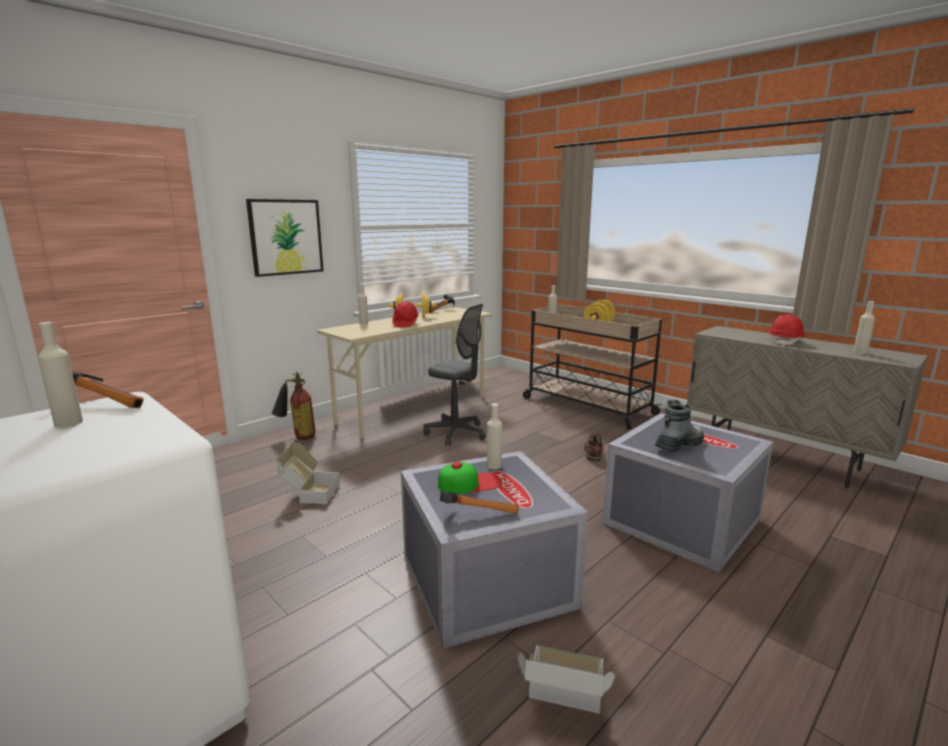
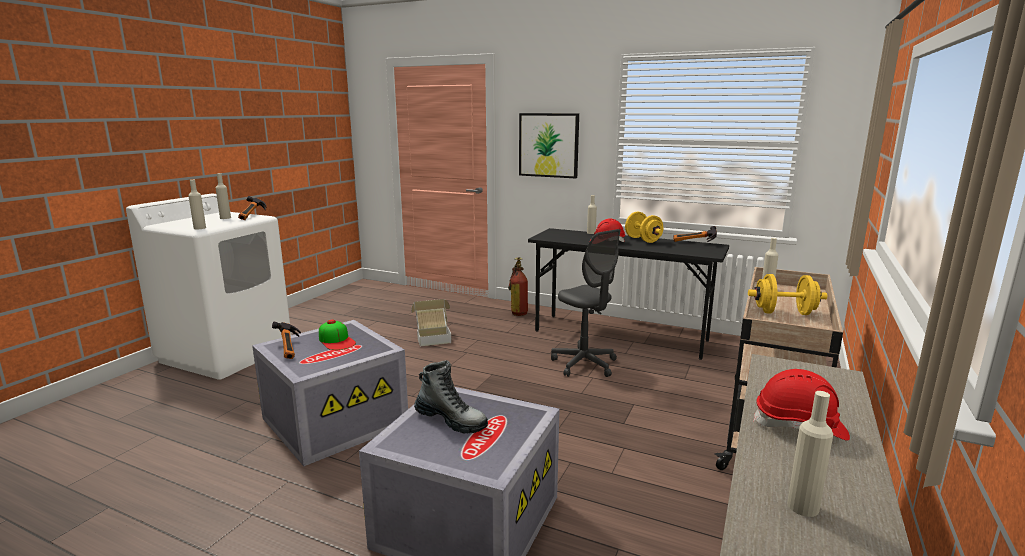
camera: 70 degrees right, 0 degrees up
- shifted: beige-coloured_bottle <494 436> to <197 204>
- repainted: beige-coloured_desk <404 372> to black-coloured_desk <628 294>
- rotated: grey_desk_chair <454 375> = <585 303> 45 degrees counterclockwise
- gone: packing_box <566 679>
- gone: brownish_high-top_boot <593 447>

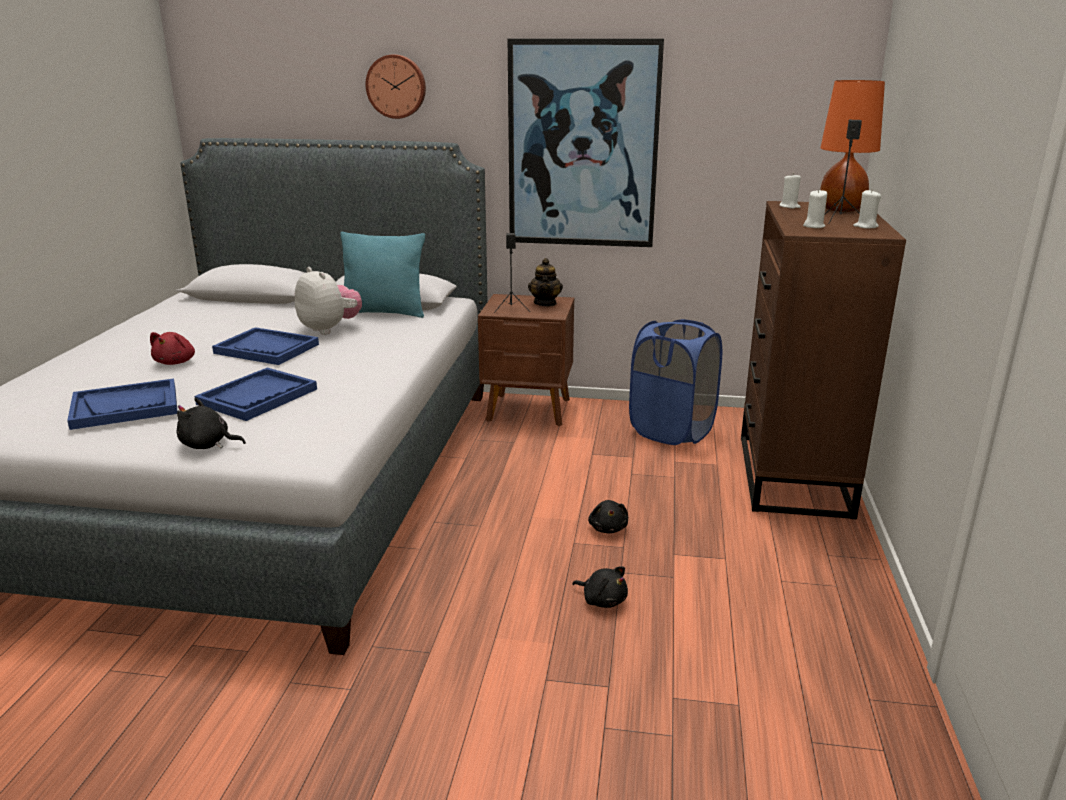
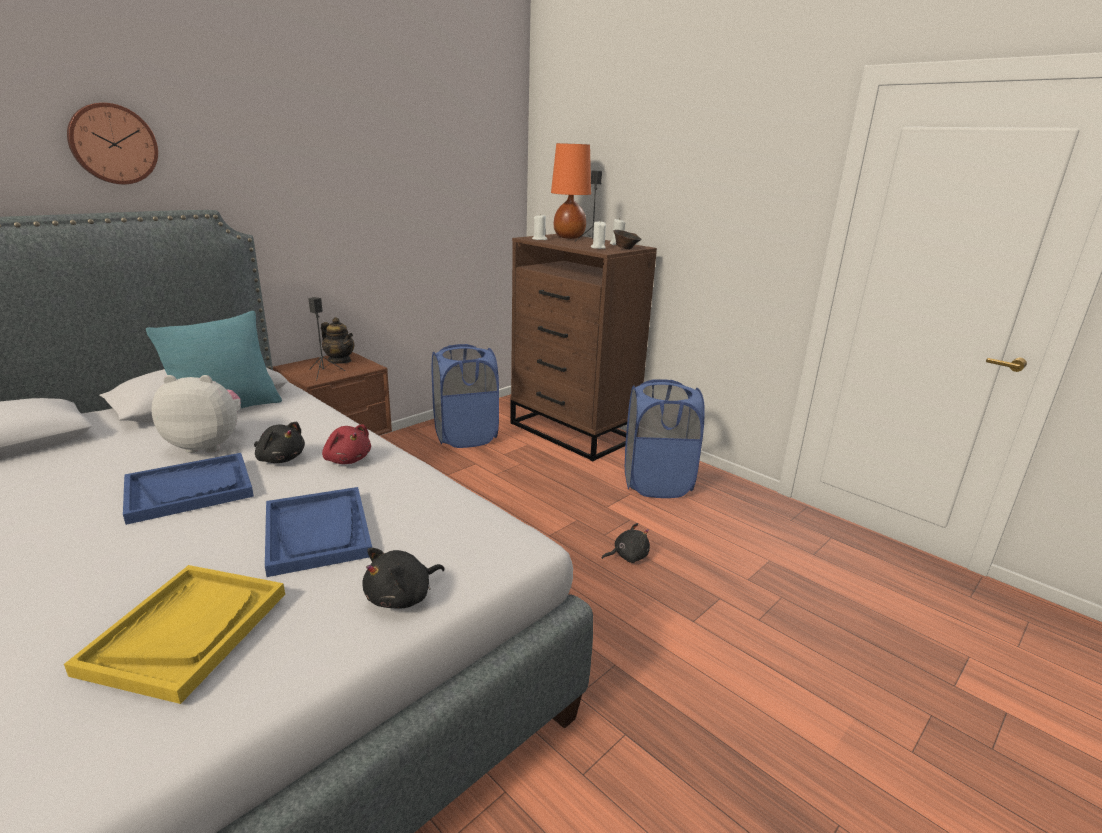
camera: 55 degrees left, 0 degrees up
- repainted: blue-coloured_tray <122 404> to yellow_tray <174 634>
- shifted: black-coloured_soft_toy <608 516> to <279 442>
- shifted: reddish_soft_toy <172 348> to <346 444>
- new: brownish_bowl <627 240>
- new: blue-coloured_laundry_basket <665 438>
- gone: wall_picture <586 142>

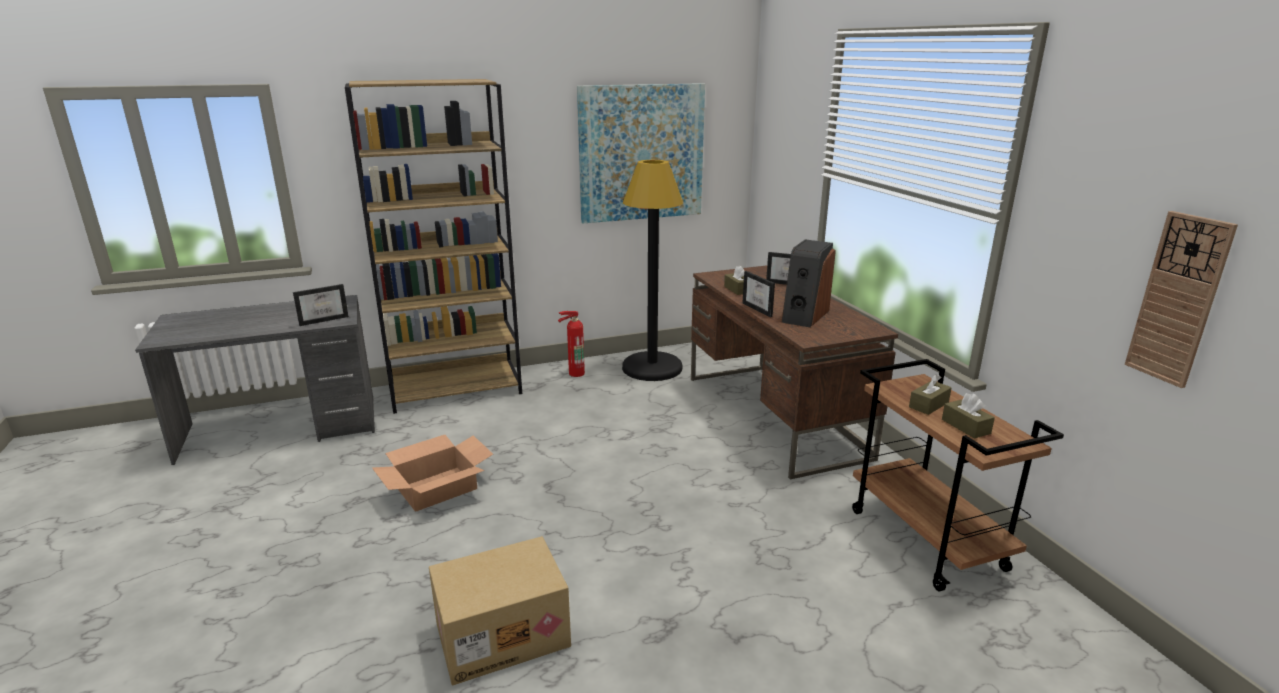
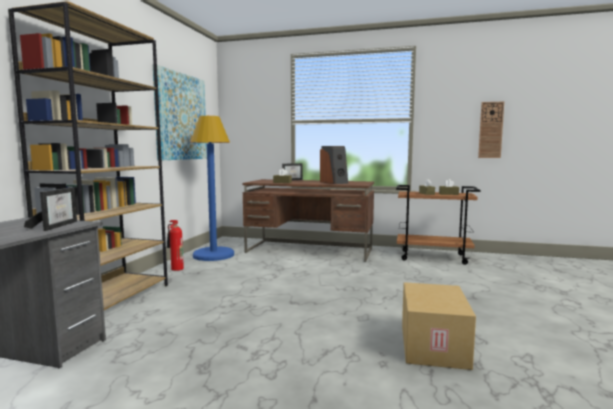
camera: 55 degrees left, 15 degrees down
- repainted: black-coloured_standard_lamp <652 270> to blue-coloured_standard_lamp <212 188>
- gone: packing_box <432 473>
- gone: standing_frame <759 294>

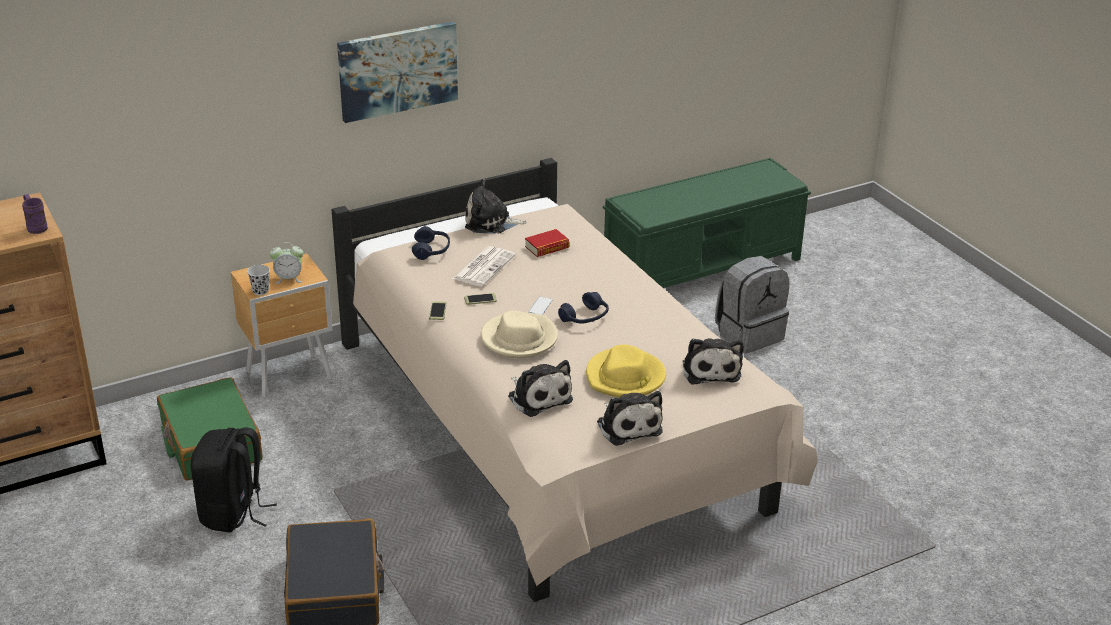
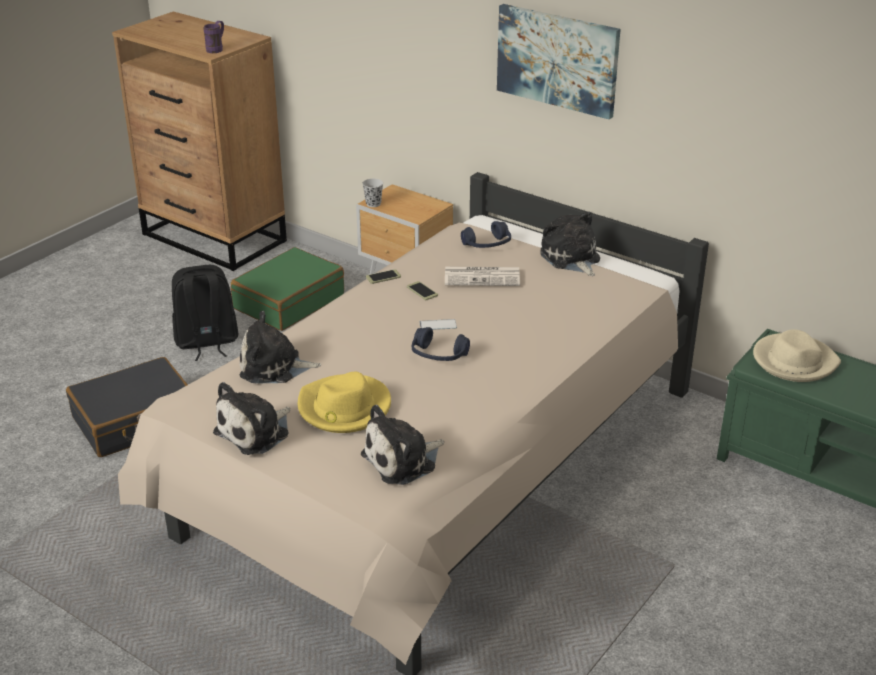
camera: 65 degrees right, 0 degrees up
- rotated: soft_toy <540 388> = <280 347> 60 degrees clockwise
- shifted: beige-coloured_clothing_hat <519 335> to <797 355>
- gone: alarm_clock <286 263>
- gone: bound_book <547 243>
- gone: grey_rucksack <752 304>

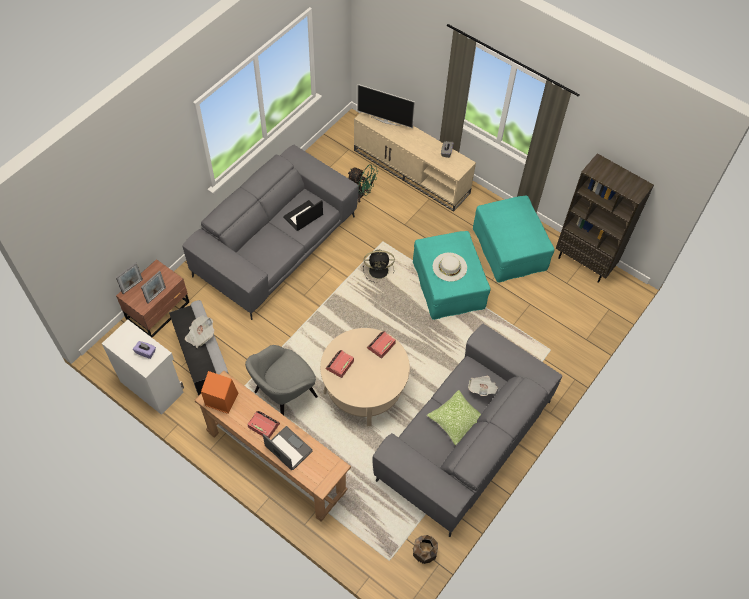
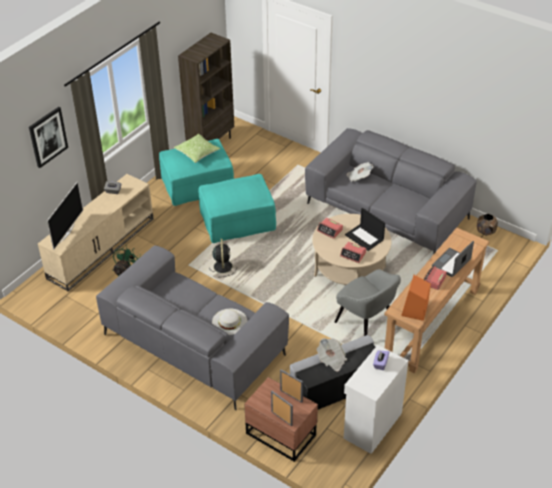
camera: 90 degrees left, 15 degrees down
- new: wall_picture <48 137>
- shifted: throw_pillow <454 417> to <197 148>
- shifted: white_clothing_hat <450 267> to <229 321>
- shifted: portable_computer <303 215> to <365 229>

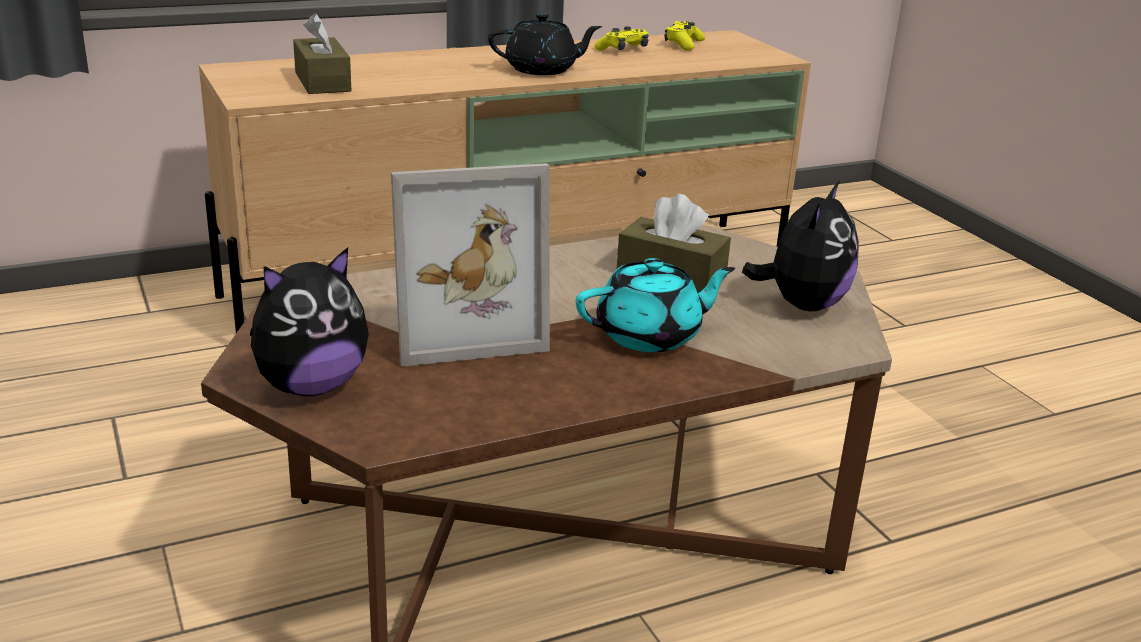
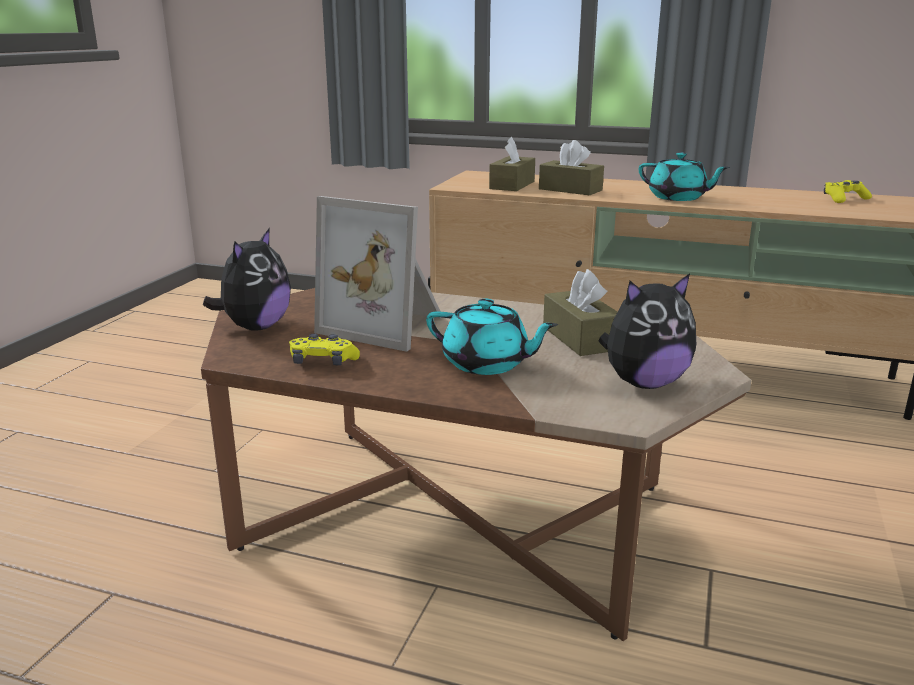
camera: 45 degrees right, 5 degrees down
- rotated: soft_toy <309 321> = <247 279> 75 degrees counterclockwise
- shifted: yellow_gamepad <622 38> to <324 349>
- new: brownish_tissue_box <571 168>
- repainted: black-coloured_pot_for_tea <545 44> to blue-green_pot_for_tea <684 177>

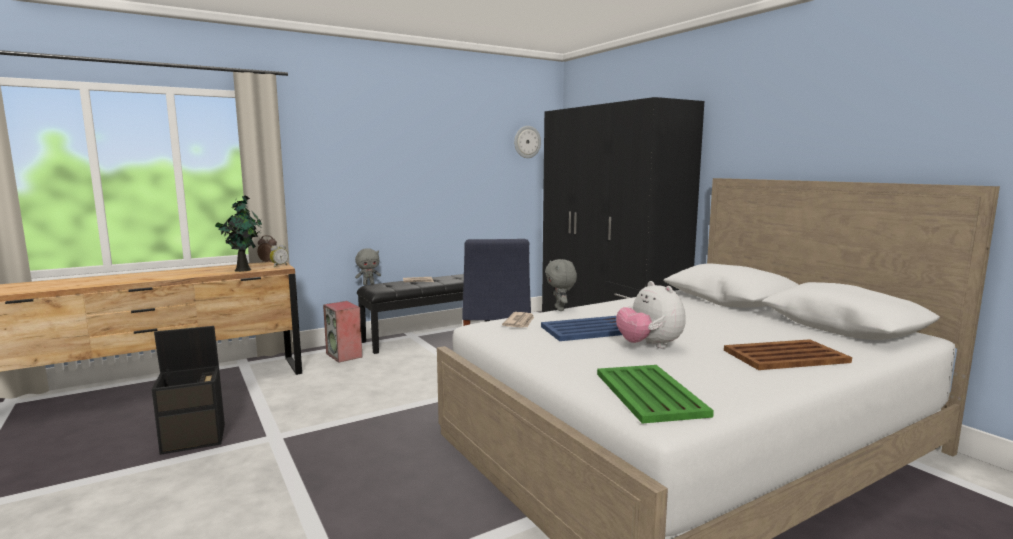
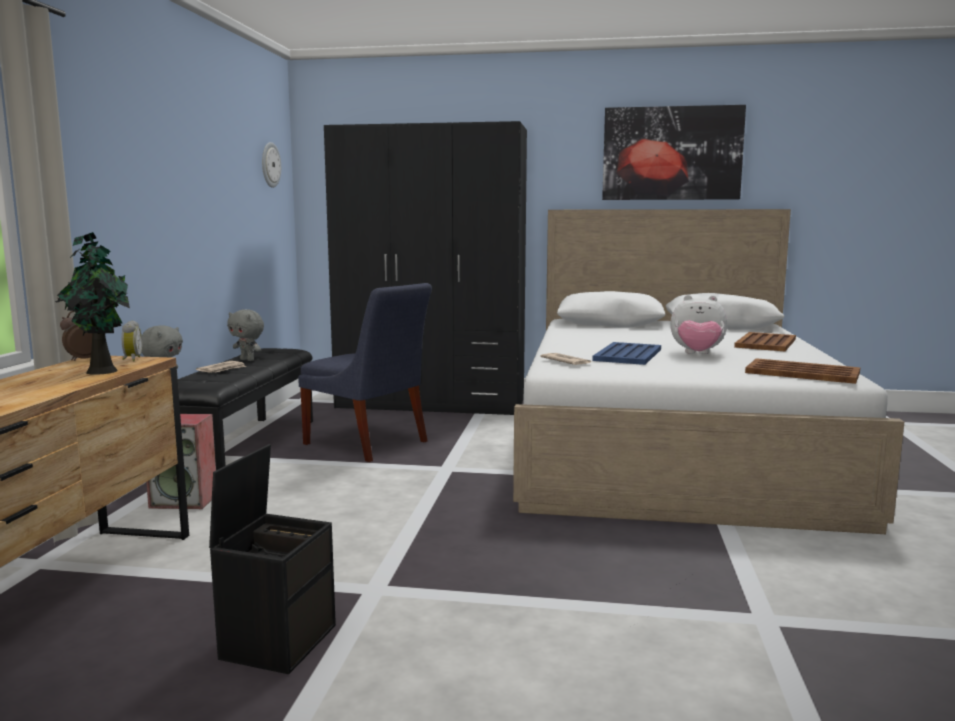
camera: 50 degrees left, 0 degrees up
- shifted: grey_soft_toy <561 285> to <245 335>
- new: wall_picture <674 152>
- repainted: greenish_tray <655 394> to brownish_tray <802 371>

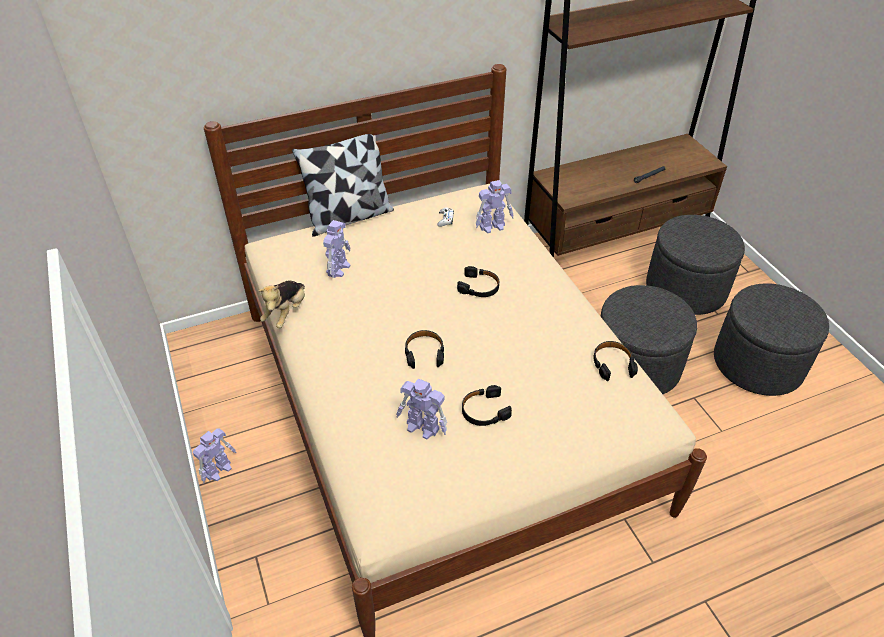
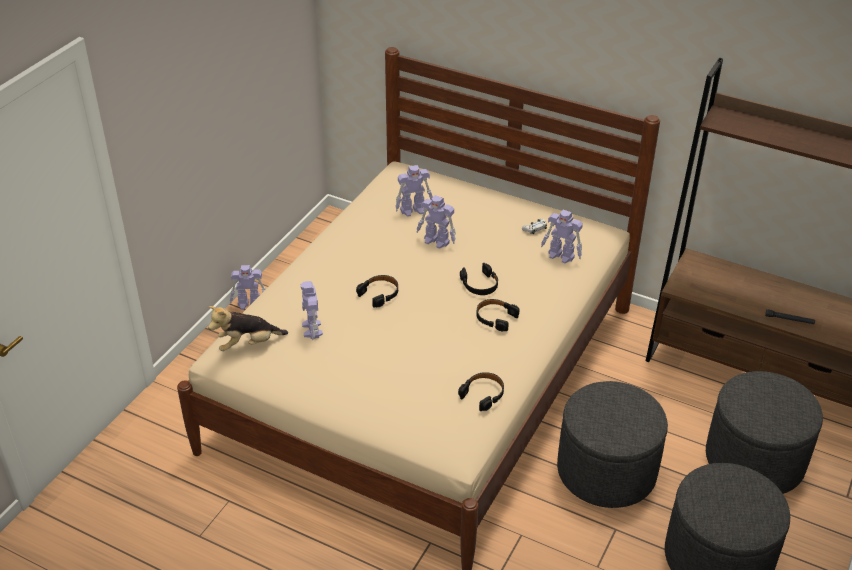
camera: 50 degrees right, 5 degrees down
- shifted: soft_toy <281 304> to <248 328>
- new: robot_figure <436 222>
- shifted: black-coloured_pair_of_headphones <487 405> to <497 315>
- gone: throw_pillow <343 185>

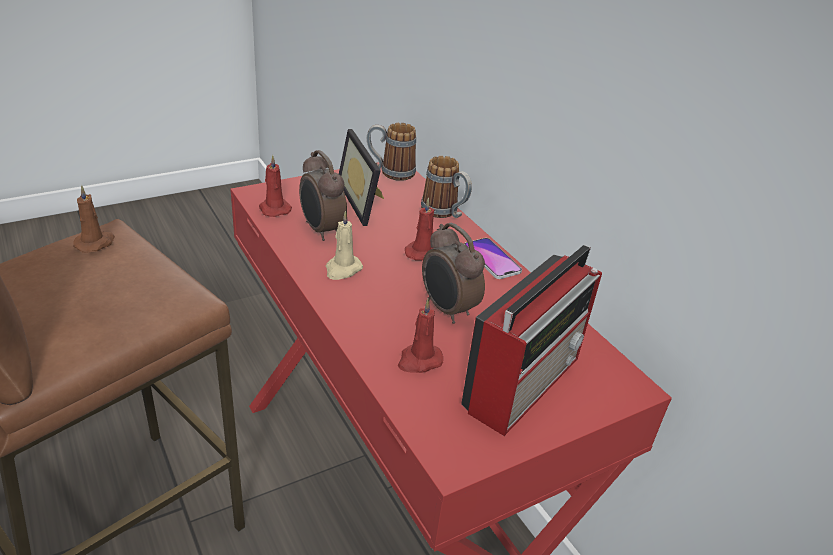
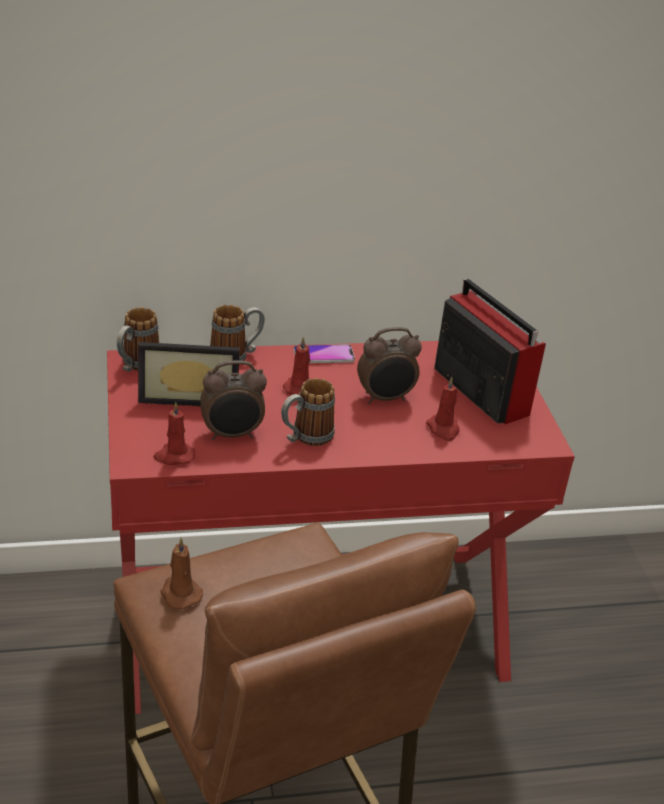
camera: 70 degrees left, 0 degrees up
- swapped: beige-coloured_wax_candle <344 245> to tea_mug <308 412>

